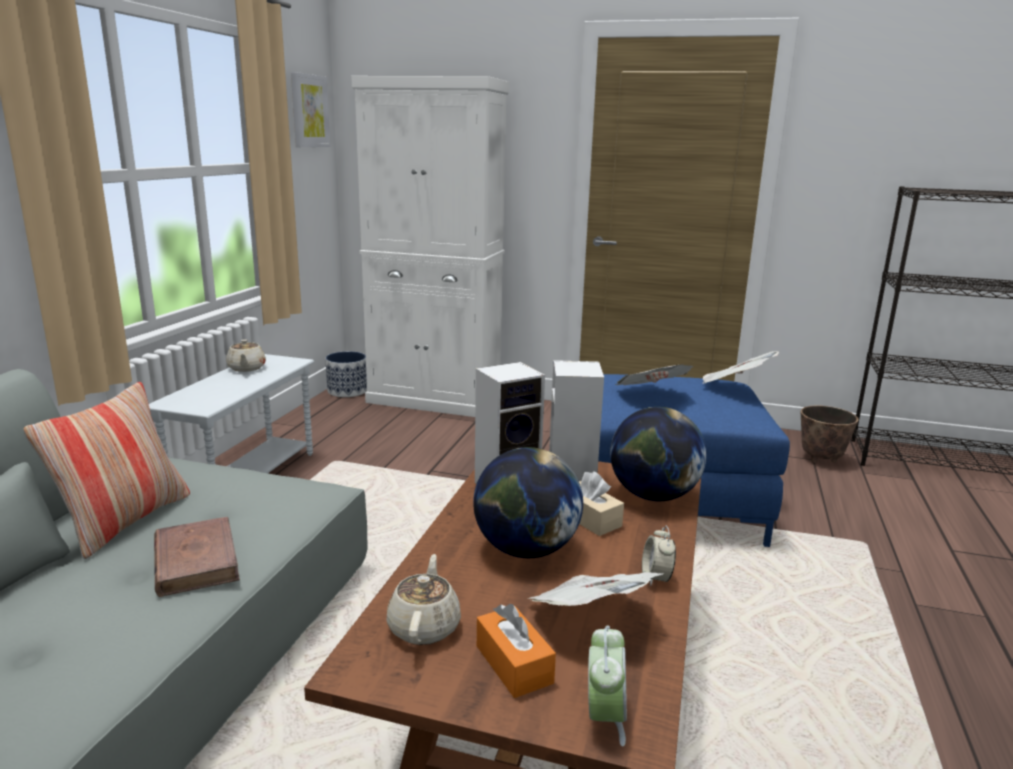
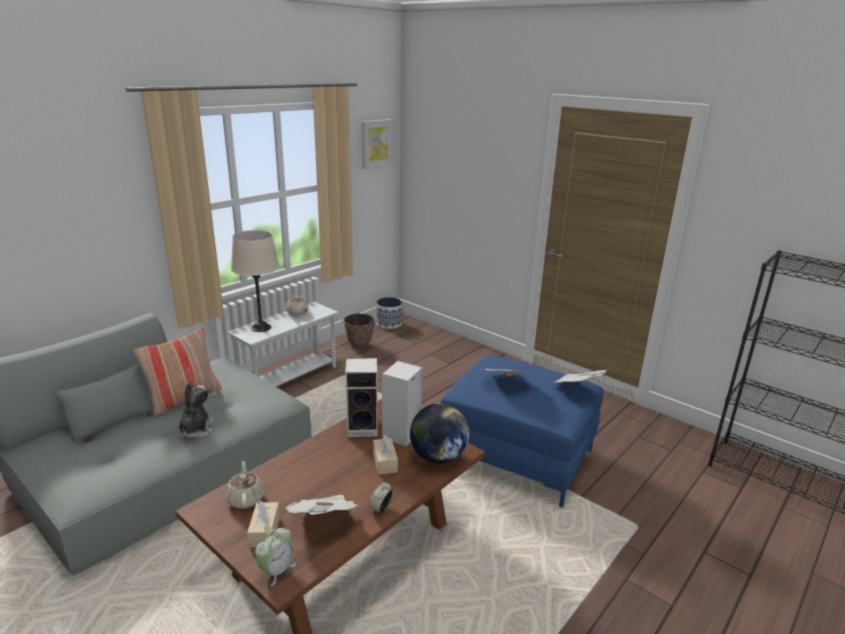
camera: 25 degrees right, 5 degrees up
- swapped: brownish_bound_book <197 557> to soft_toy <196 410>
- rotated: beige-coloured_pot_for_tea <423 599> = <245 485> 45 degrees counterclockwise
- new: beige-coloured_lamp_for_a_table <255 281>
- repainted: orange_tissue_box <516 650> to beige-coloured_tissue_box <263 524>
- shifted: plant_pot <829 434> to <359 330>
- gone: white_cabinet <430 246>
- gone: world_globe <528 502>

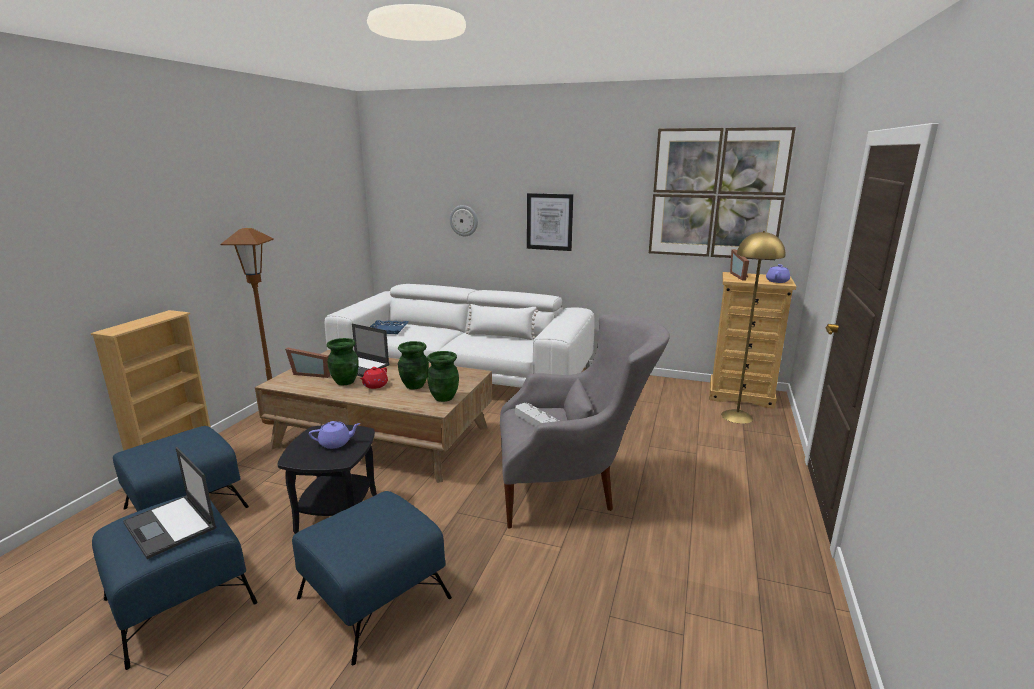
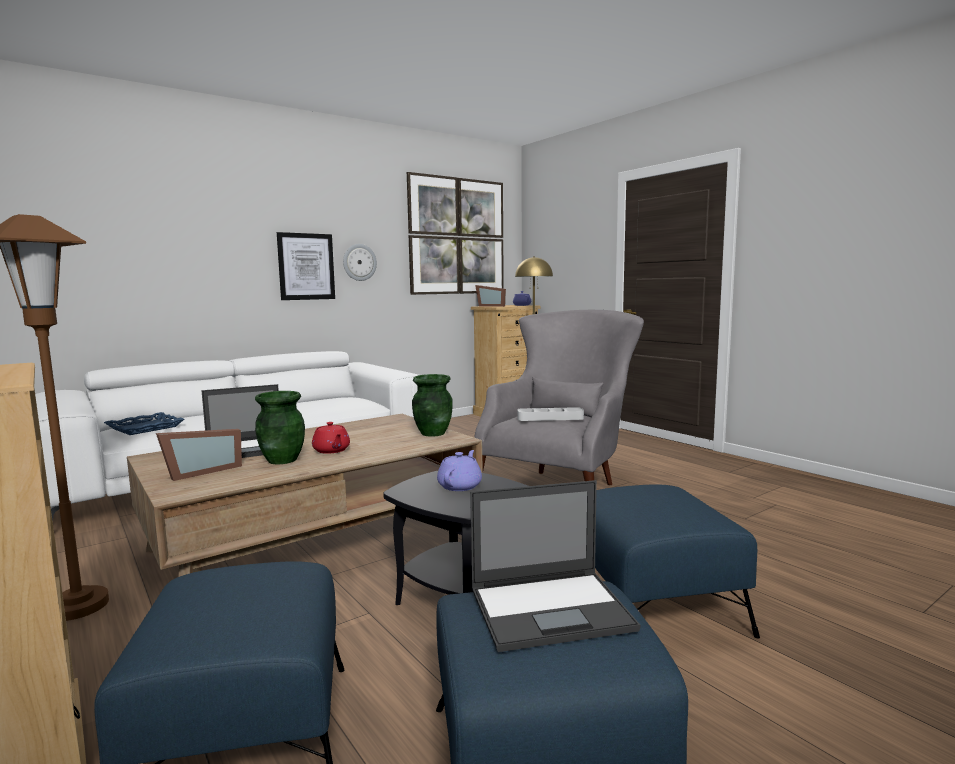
camera: 55 degrees left, 10 degrees down
- shifted: hanging_clock <464 220> to <360 262>
- gone: greenish_decorative_vase <413 365>
- gone: white_throw_pillow <502 322>

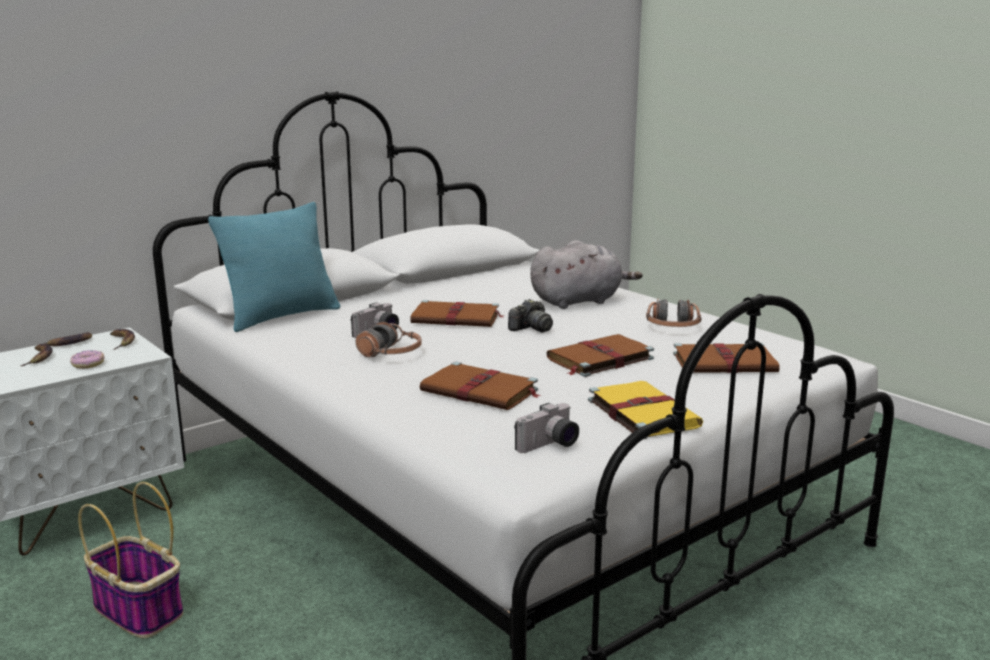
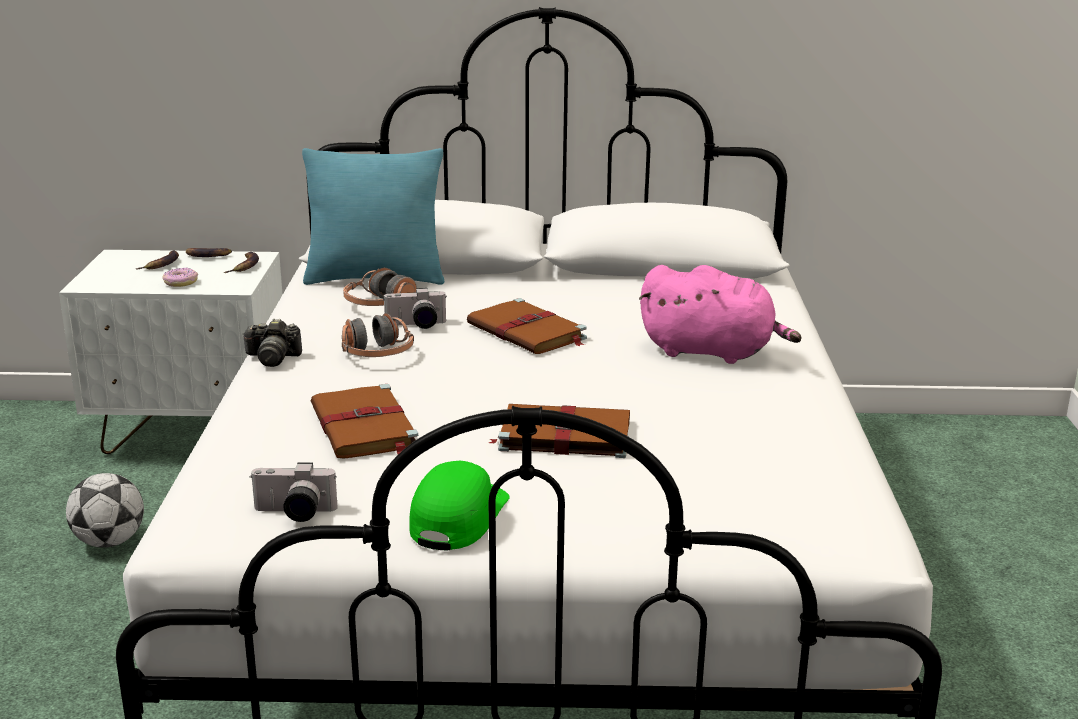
camera: 40 degrees right, 5 degrees up
- swapped: household_basket <130 560> to football_ball <105 510>
- shifted: still_camera <530 316> to <272 343>
- shifted: pair_of_headphones <674 313> to <380 287>
- swapped: yellow_bound_book <645 410> to greenish_cap <459 505>
- repainted: grey_soft_toy <586 274> to pink_soft_toy <720 314>
- gone: brownish_bound_book <726 358>

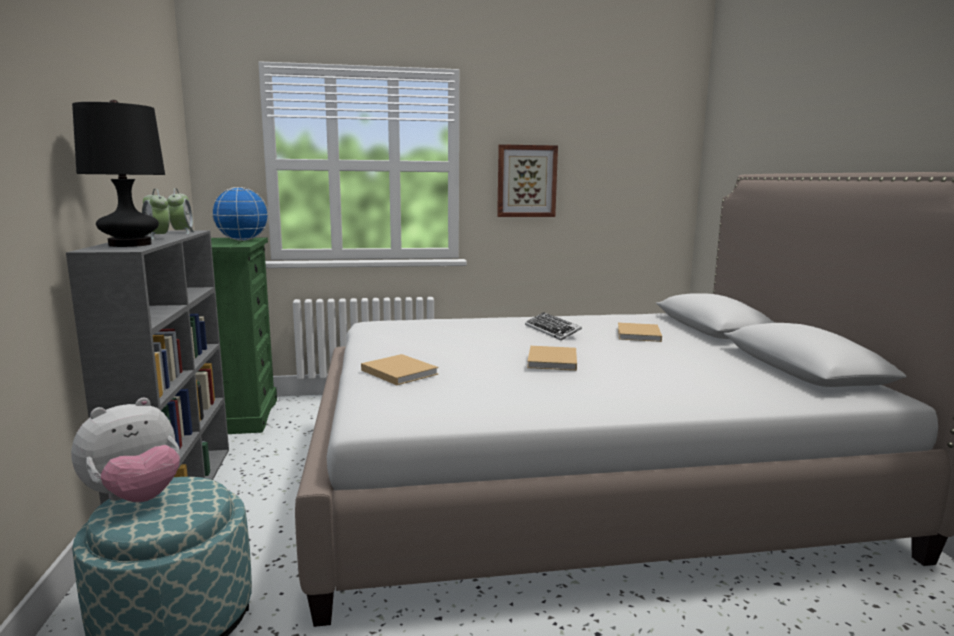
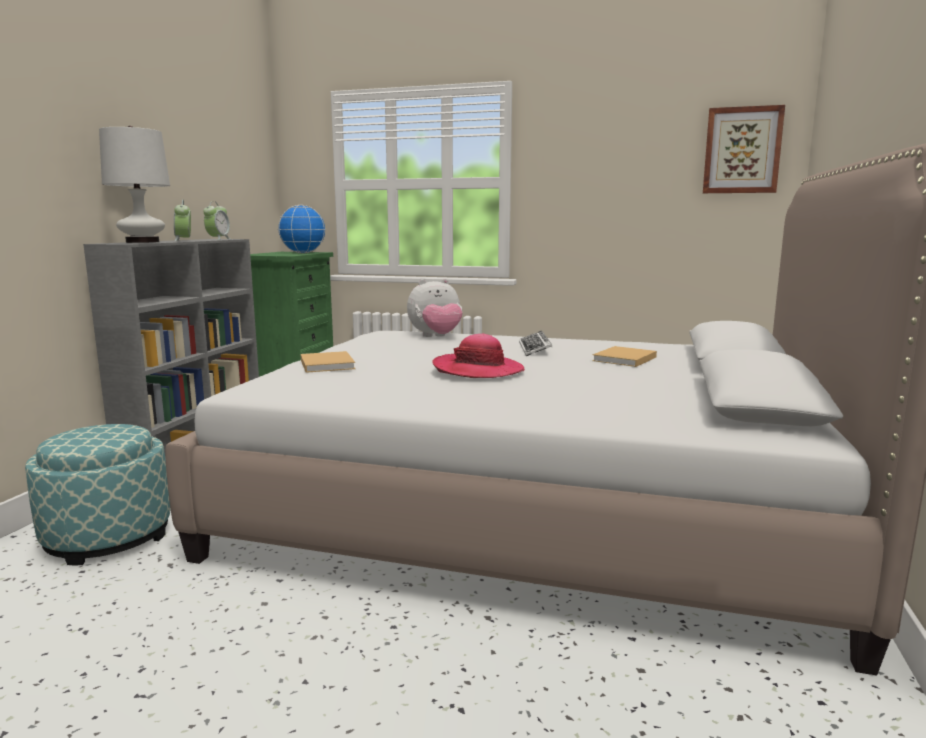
camera: 25 degrees right, 0 degrees up
- repainted: black-coloured_lamp_for_a_table <118 173> to white_lamp_for_a_table <134 184>
- shifted: soft_toy <125 450> to <435 308>
- swapped: beige-coloured_bound_book <552 358> to clothing_hat <478 356>
- shifted: wall_picture <527 180> to <744 149>

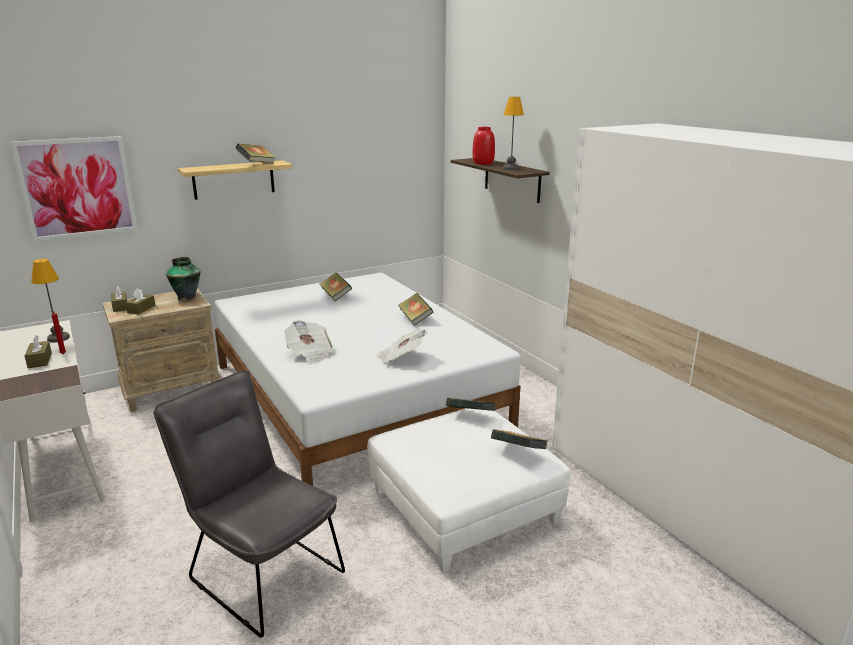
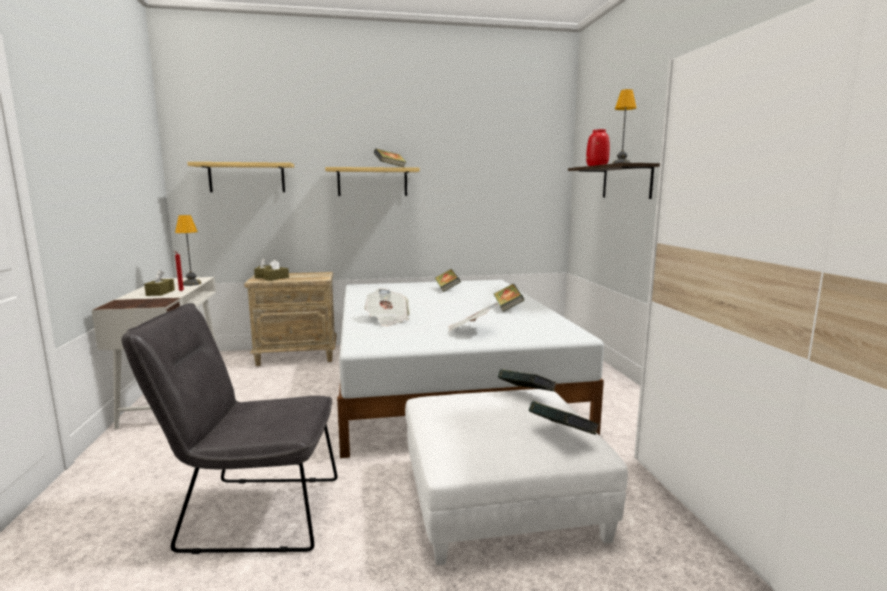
camera: 20 degrees right, 10 degrees down
- rotated: grey_chair <249 504> = <229 428> 60 degrees counterclockwise
- swapped: wall_picture <74 189> to shelf <240 177>
- gone: decorative_vase <183 279>

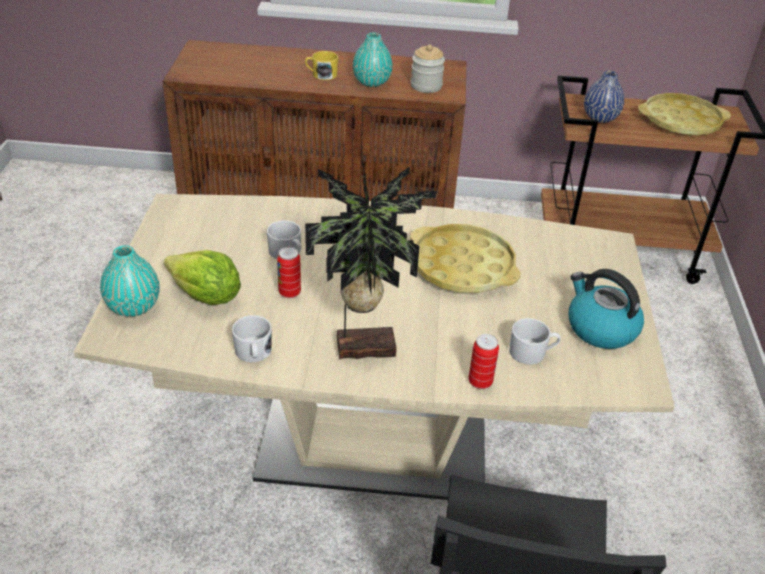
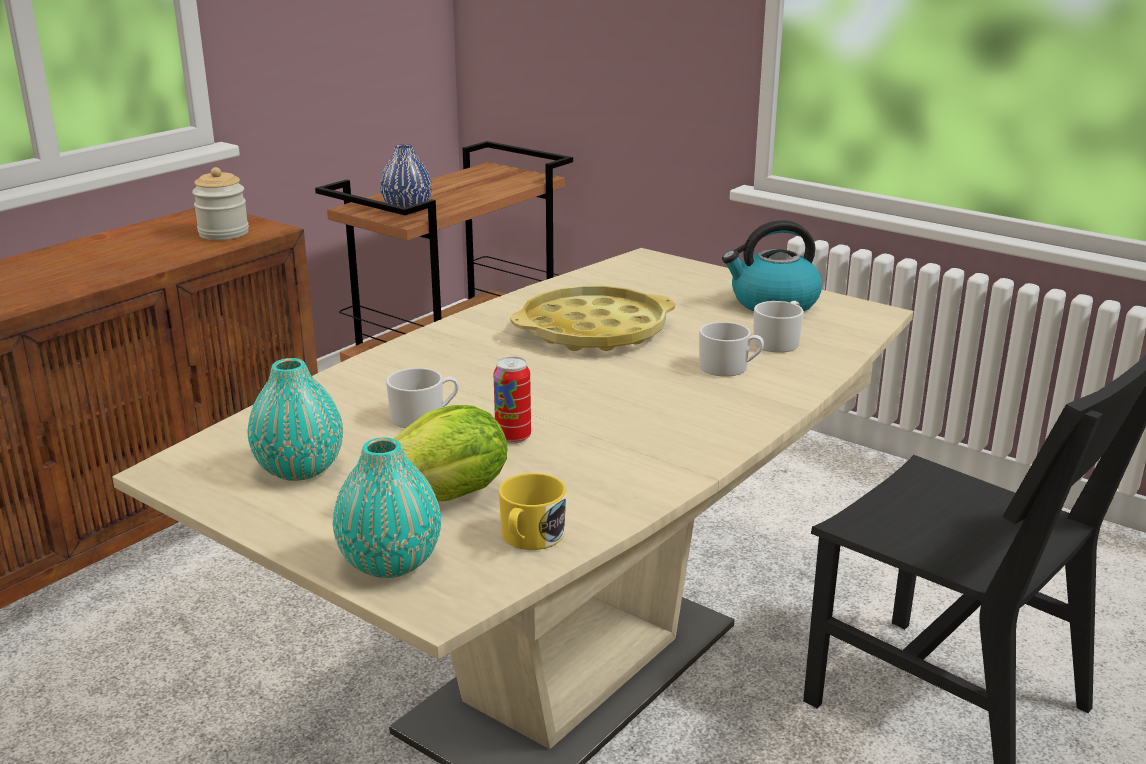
camera: 55 degrees left, 15 degrees down
- shifted: blue-green_decorative_vase <373 60> to <295 419>
- shifted: yellow_tea_mug <321 65> to <532 511>
- shifted: white_tea_mug <252 338> to <731 349>
- gone: houseplant <370 258>
- gone: metal_can <484 361>
- gone: yellow_tray <684 114>

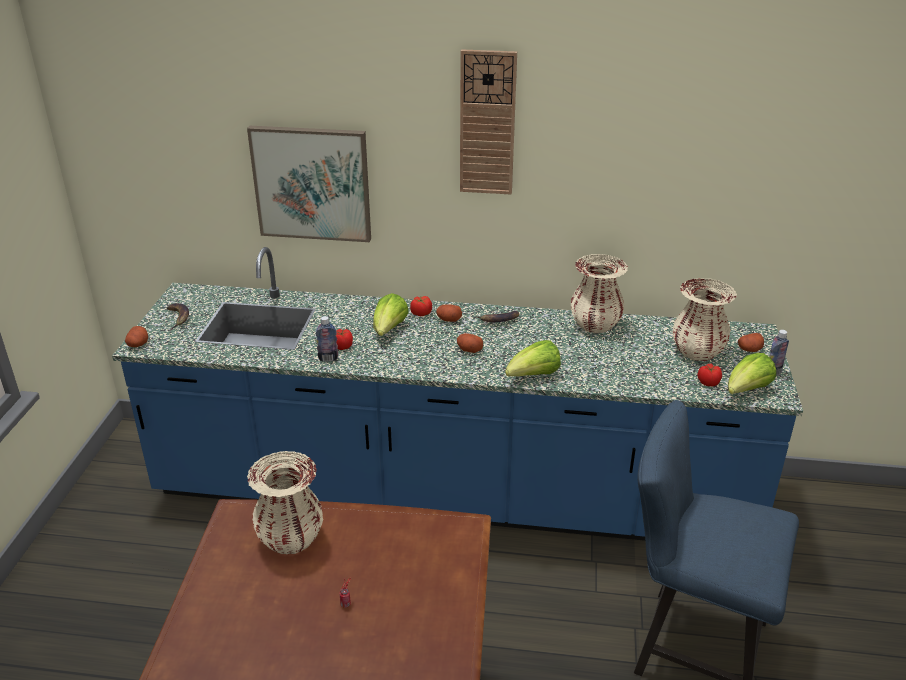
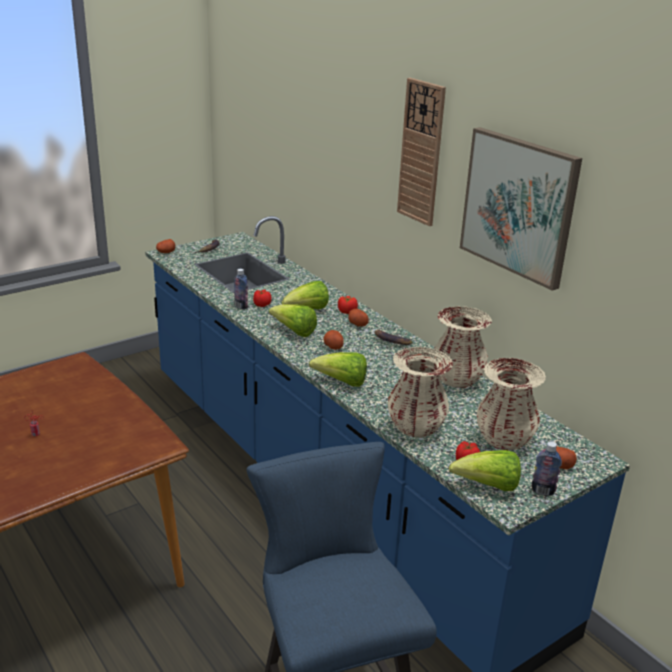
camera: 45 degrees right, 5 degrees down
- new: head_of_lettuce <293 320>
- shifted: beige-coloured_decorative_vase <285 502> to <420 392>
- shifted: wall_picture <309 184> to <521 209>

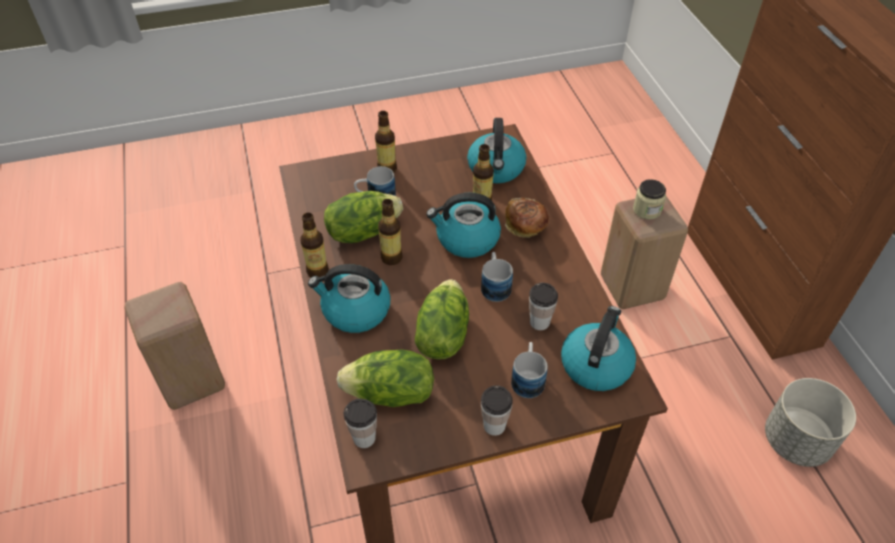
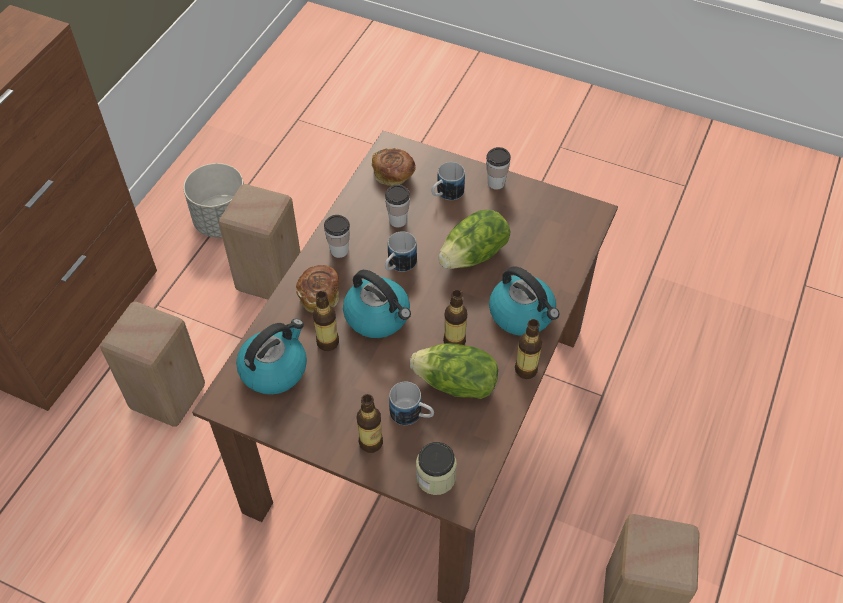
camera: 140 degrees left, 5 degrees up
- new: beige-coloured_sitting_stool <259 241>
- shifted: cup <360 423> to <337 236>
- swapped: kettle <598 348> to bread <394 167>
- shifted: jar <649 199> to <436 468>
- gone: head_of_lettuce <385 378>

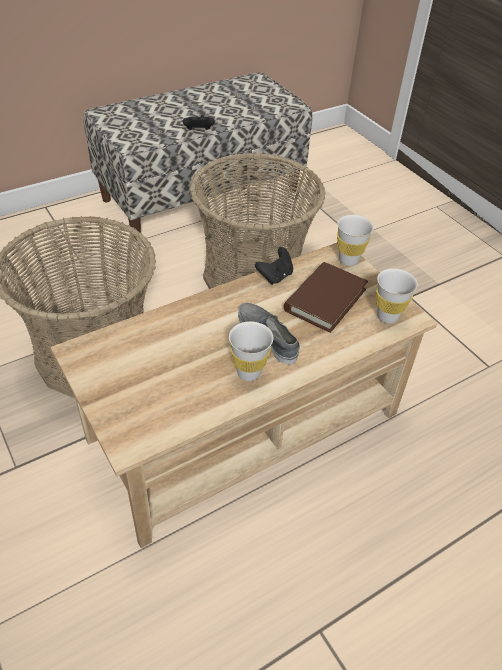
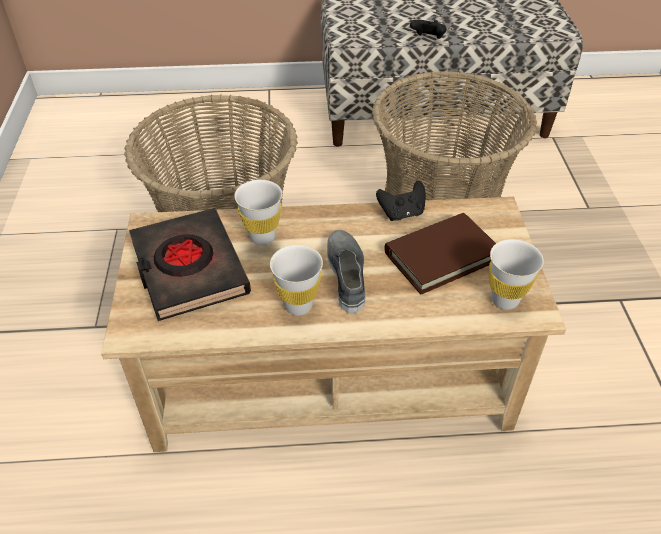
camera: 30 degrees right, 0 degrees up
- new: black-coloured_bound_book <190 264>
- shifted: white_cup <355 240> to <258 212>

